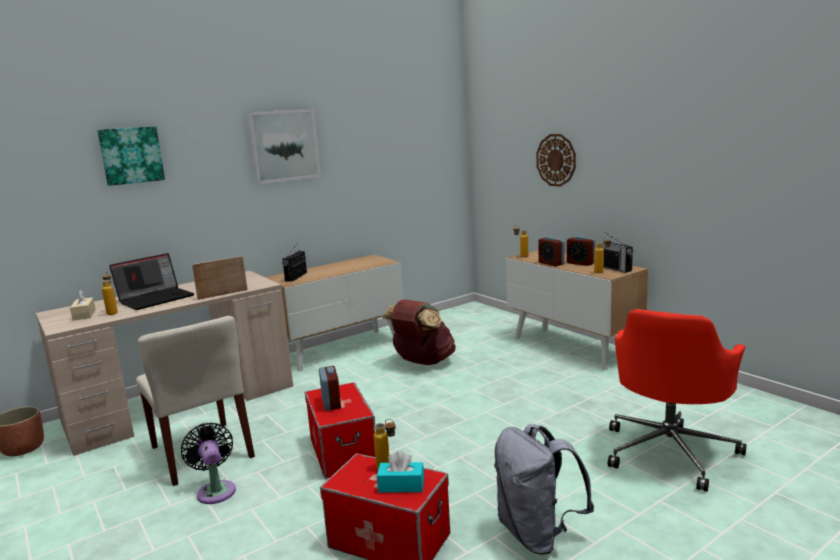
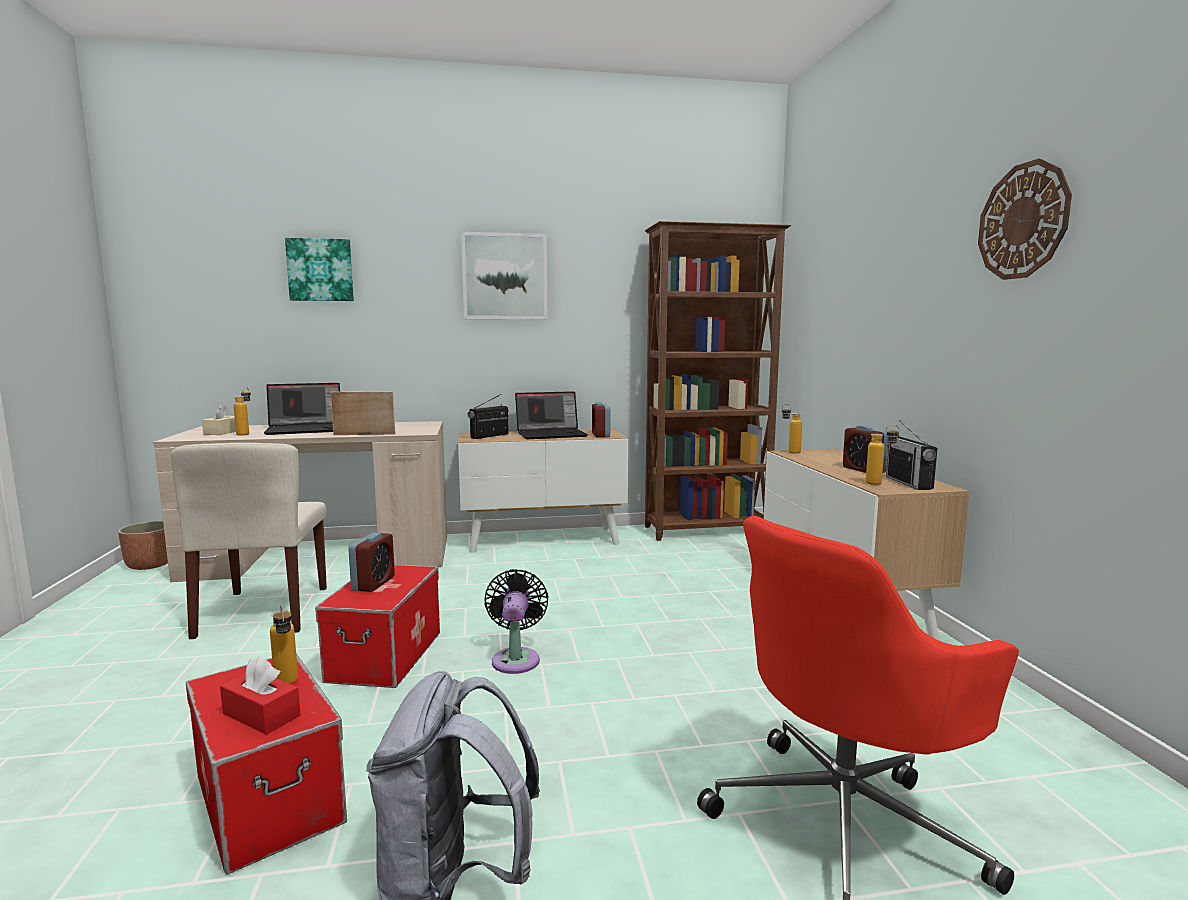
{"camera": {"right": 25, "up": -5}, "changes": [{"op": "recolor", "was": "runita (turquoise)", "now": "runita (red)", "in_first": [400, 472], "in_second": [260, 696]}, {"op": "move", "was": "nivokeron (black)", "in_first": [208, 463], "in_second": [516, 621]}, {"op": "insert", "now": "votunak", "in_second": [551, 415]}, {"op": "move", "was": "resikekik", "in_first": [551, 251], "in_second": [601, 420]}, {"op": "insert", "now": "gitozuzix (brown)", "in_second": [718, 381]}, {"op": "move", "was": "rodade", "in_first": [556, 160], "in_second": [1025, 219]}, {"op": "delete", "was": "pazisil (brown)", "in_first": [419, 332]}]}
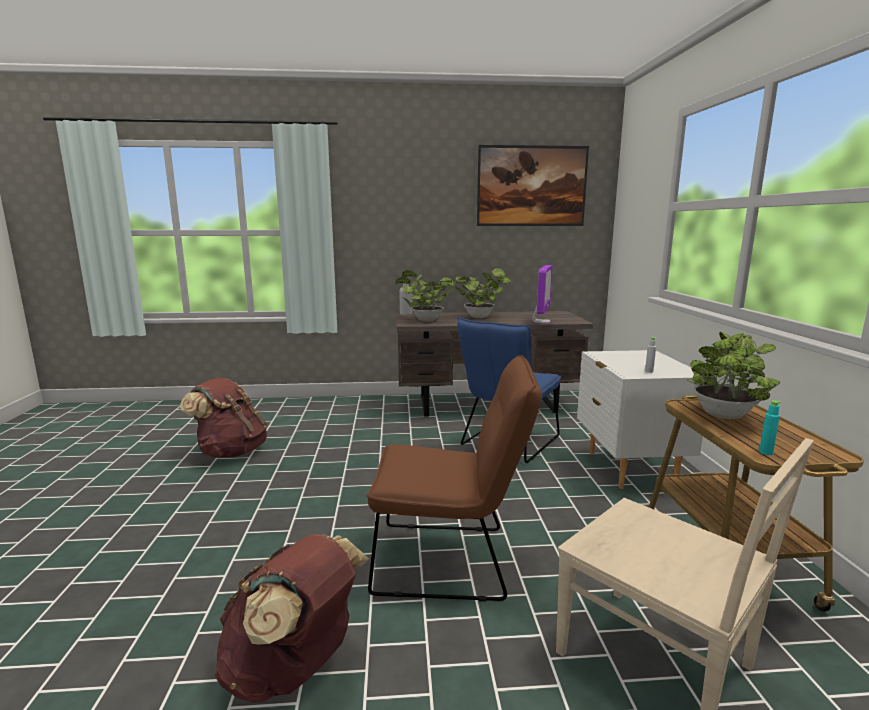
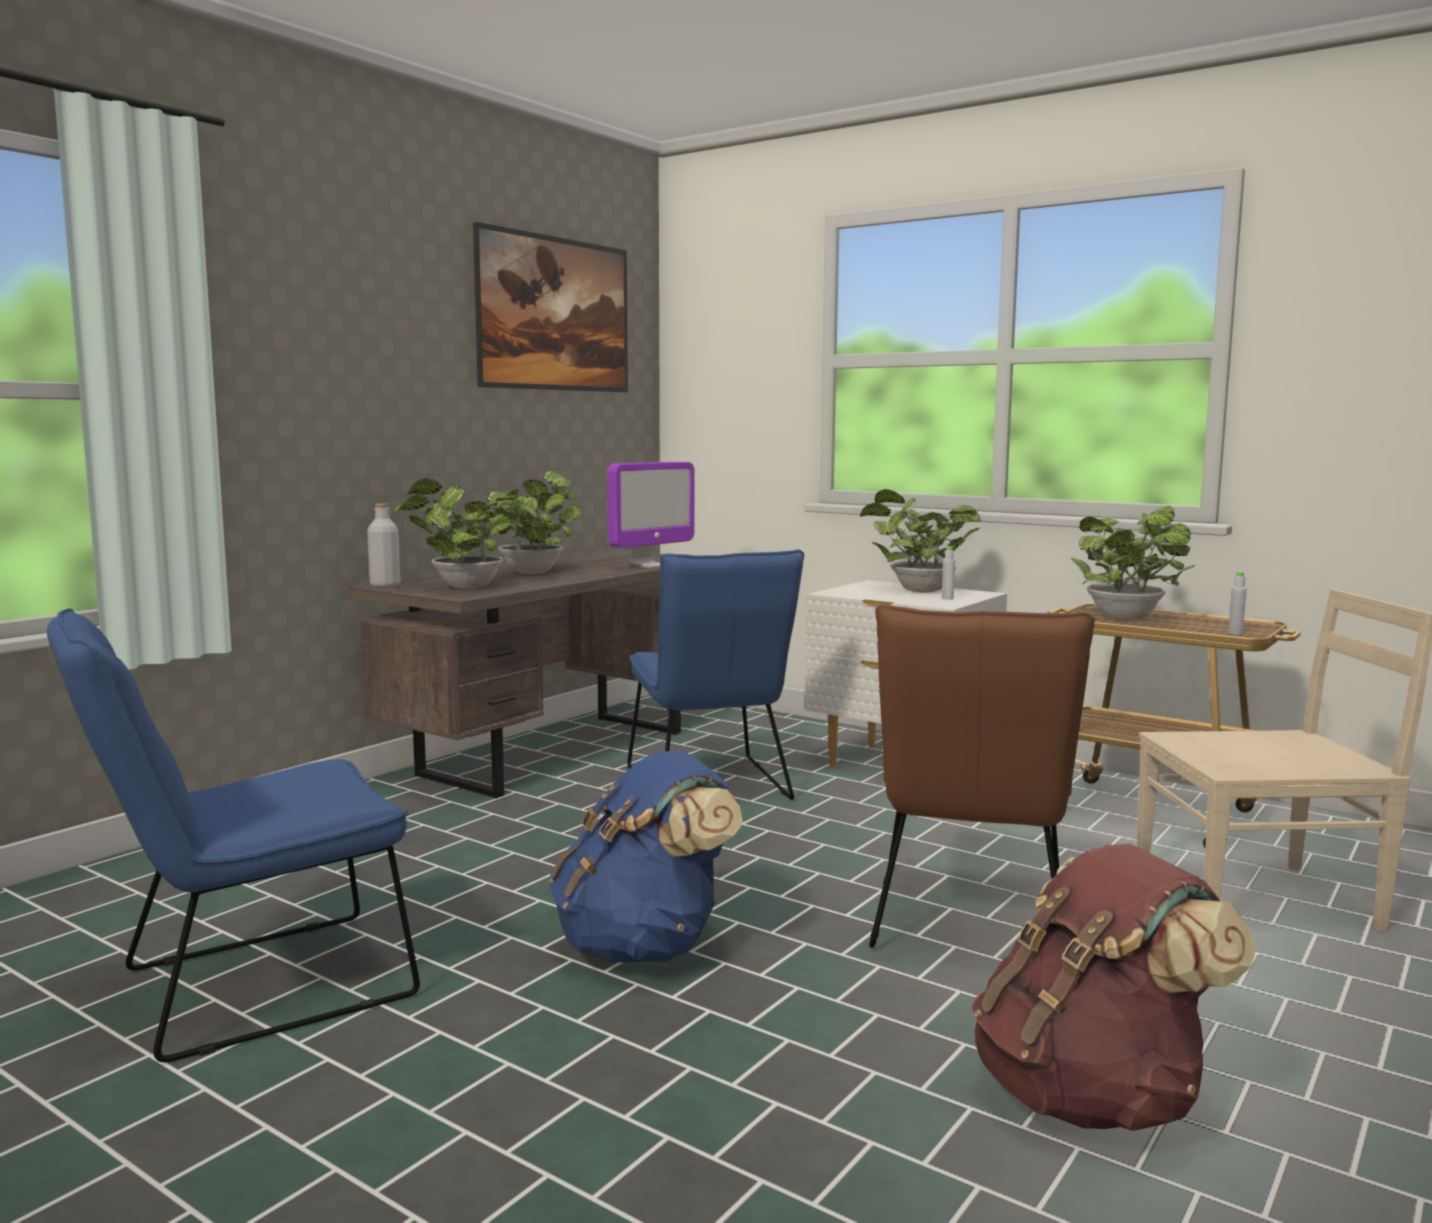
{"camera": {"right": -50, "up": -5}, "changes": [{"op": "replace", "was": "pazisil (brown)", "now": "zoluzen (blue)", "in_first": [223, 418], "in_second": [233, 835]}, {"op": "insert", "now": "pazisil (blue)", "in_second": [646, 857]}, {"op": "rotate", "was": "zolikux", "in_first": [542, 294], "in_second": [651, 515], "clockwise": 75}, {"op": "insert", "now": "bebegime", "in_second": [920, 540]}, {"op": "rotate", "was": "zoluzen (brown)", "in_first": [454, 478], "in_second": [982, 776], "clockwise": 150}, {"op": "recolor", "was": "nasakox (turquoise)", "now": "nasakox (grey)", "in_first": [770, 427], "in_second": [1237, 603]}]}
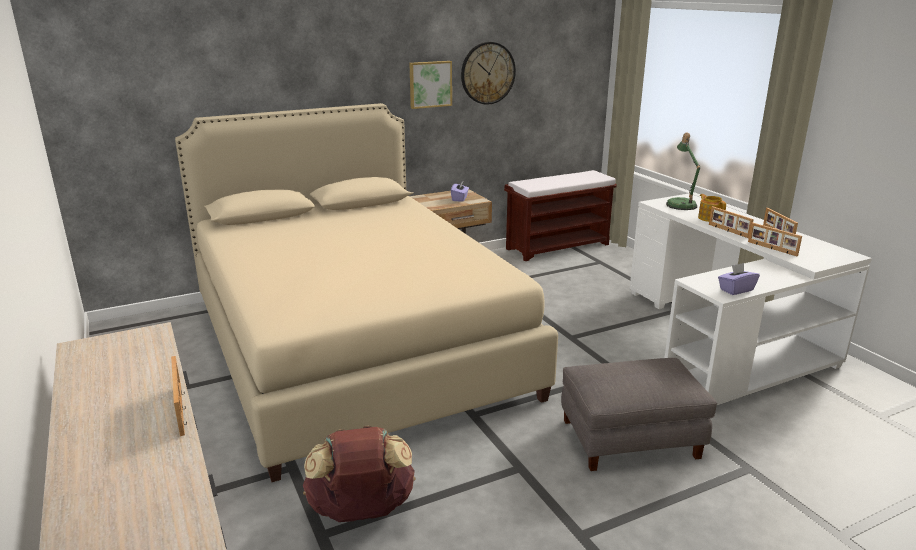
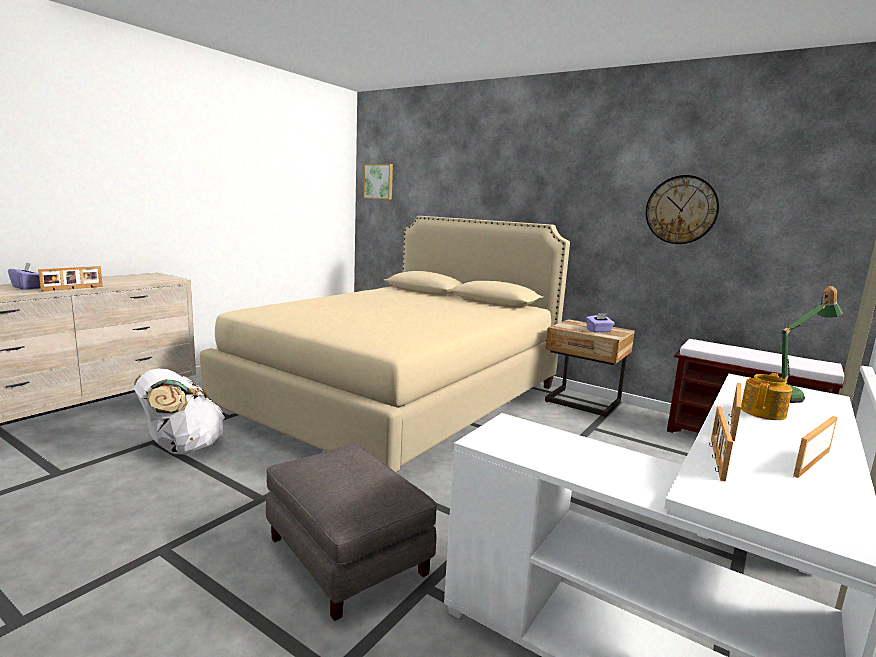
{"camera": {"right": 60, "up": -10}, "changes": [{"op": "move", "was": "runita (purple)", "in_first": [739, 279], "in_second": [24, 276]}, {"op": "recolor", "was": "pazisil (brown)", "now": "pazisil (white)", "in_first": [359, 473], "in_second": [179, 411]}, {"op": "move", "was": "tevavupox", "in_first": [430, 85], "in_second": [378, 182]}]}
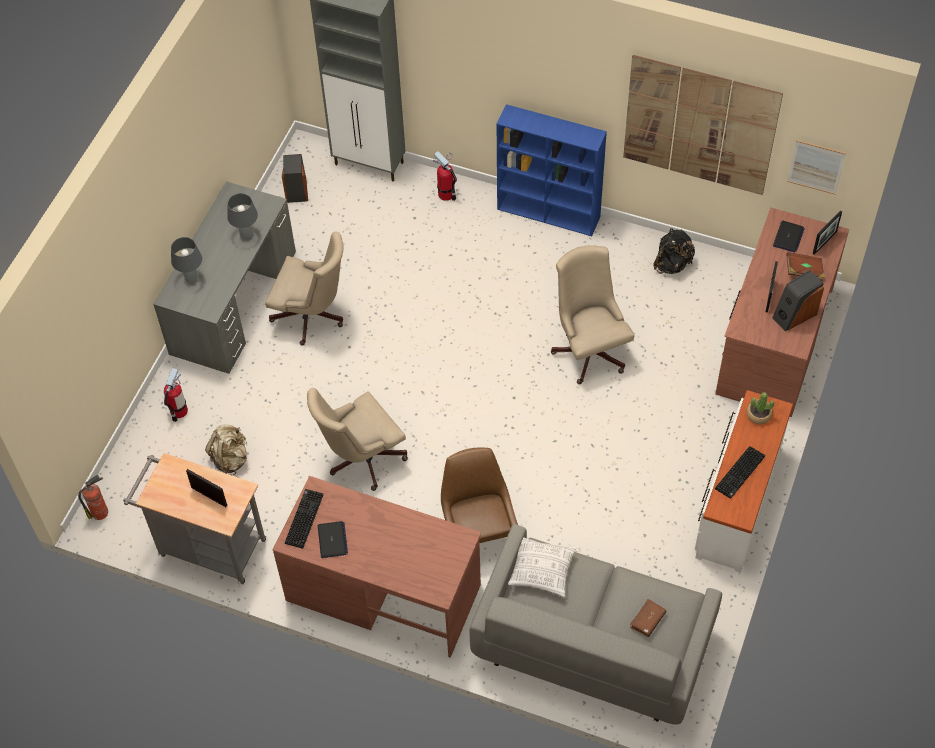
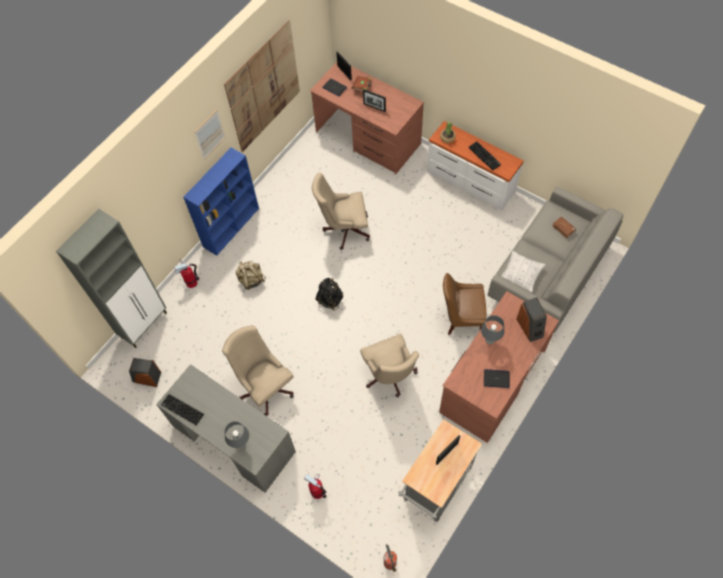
{"camera": {"right": -75, "up": 5}, "changes": [{"op": "move", "was": "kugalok", "in_first": [304, 519], "in_second": [182, 409]}, {"op": "move", "was": "tevavupox", "in_first": [816, 167], "in_second": [210, 134]}, {"op": "rotate", "was": "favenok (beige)", "in_first": [304, 289], "in_second": [258, 370], "clockwise": -75}, {"op": "move", "was": "pazisil (beige)", "in_first": [226, 450], "in_second": [251, 275]}, {"op": "move", "was": "pazisil (black)", "in_first": [674, 251], "in_second": [329, 294]}, {"op": "move", "was": "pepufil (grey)", "in_first": [242, 216], "in_second": [492, 329]}, {"op": "move", "was": "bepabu", "in_first": [798, 301], "in_second": [531, 319]}]}
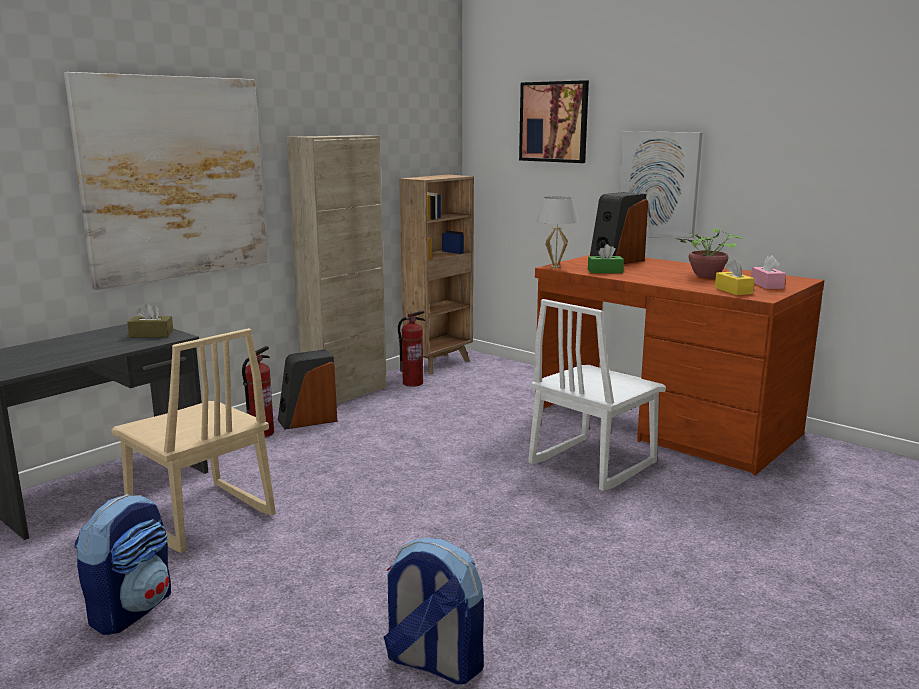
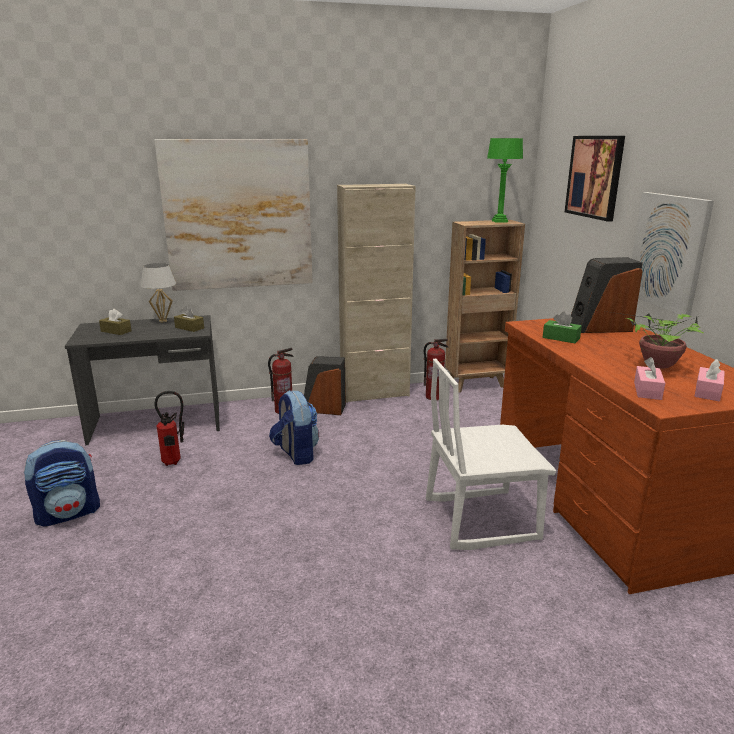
{"camera": {"right": 35, "up": 5}, "changes": [{"op": "insert", "now": "runita (brown)", "in_second": [115, 322]}, {"op": "move", "was": "pepufil (white)", "in_first": [557, 232], "in_second": [158, 292]}, {"op": "replace", "was": "zoluzen (beige)", "now": "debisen", "in_first": [194, 440], "in_second": [169, 428]}, {"op": "move", "was": "pazisil", "in_first": [434, 611], "in_second": [294, 427]}, {"op": "insert", "now": "pepufil (green)", "in_second": [505, 180]}, {"op": "recolor", "was": "runita (yellow)", "now": "runita (pink)", "in_first": [735, 277], "in_second": [649, 378]}]}
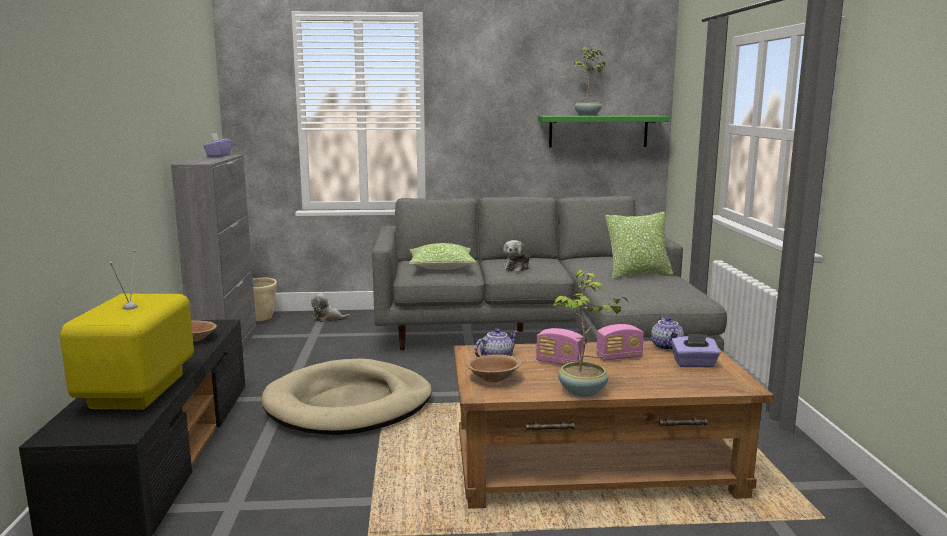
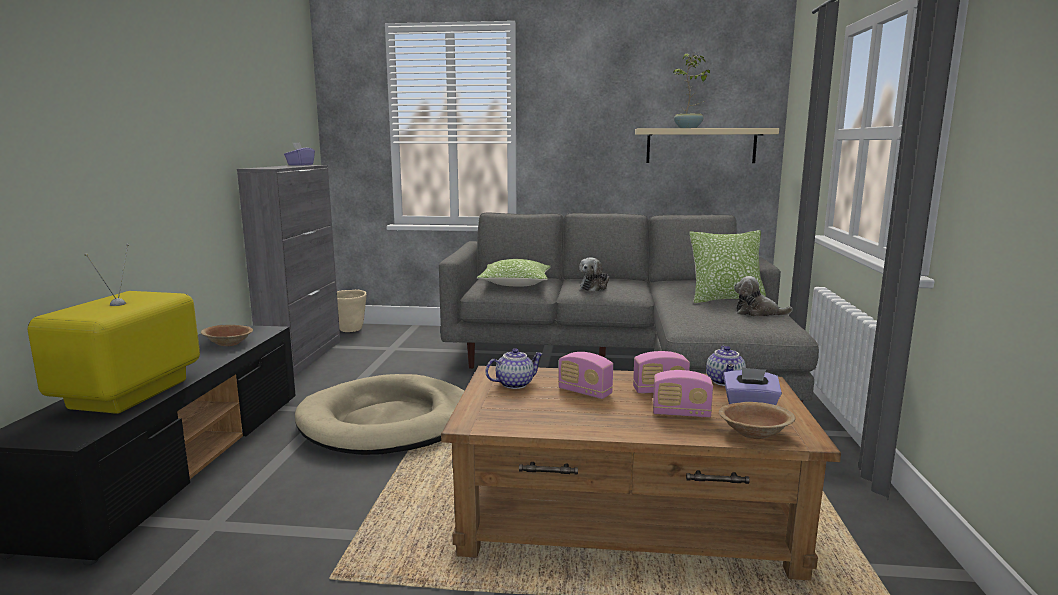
{"camera": {"right": 10, "up": 0}, "changes": [{"op": "recolor", "was": "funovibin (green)", "now": "funovibin (beige)", "in_first": [603, 131], "in_second": [707, 145]}, {"op": "insert", "now": "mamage", "in_second": [683, 394]}, {"op": "move", "was": "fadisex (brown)", "in_first": [494, 368], "in_second": [757, 420]}, {"op": "move", "was": "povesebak", "in_first": [330, 307], "in_second": [763, 296]}, {"op": "delete", "was": "bebegime", "in_first": [590, 333]}]}
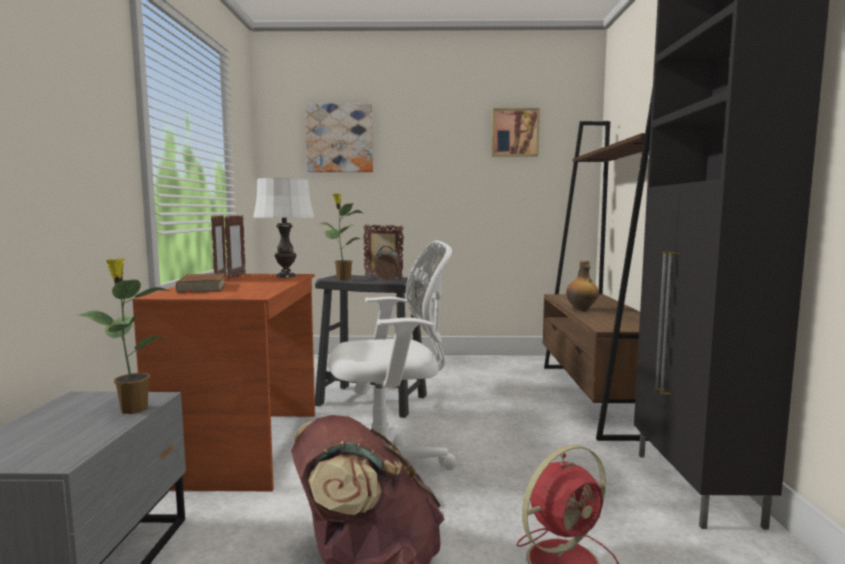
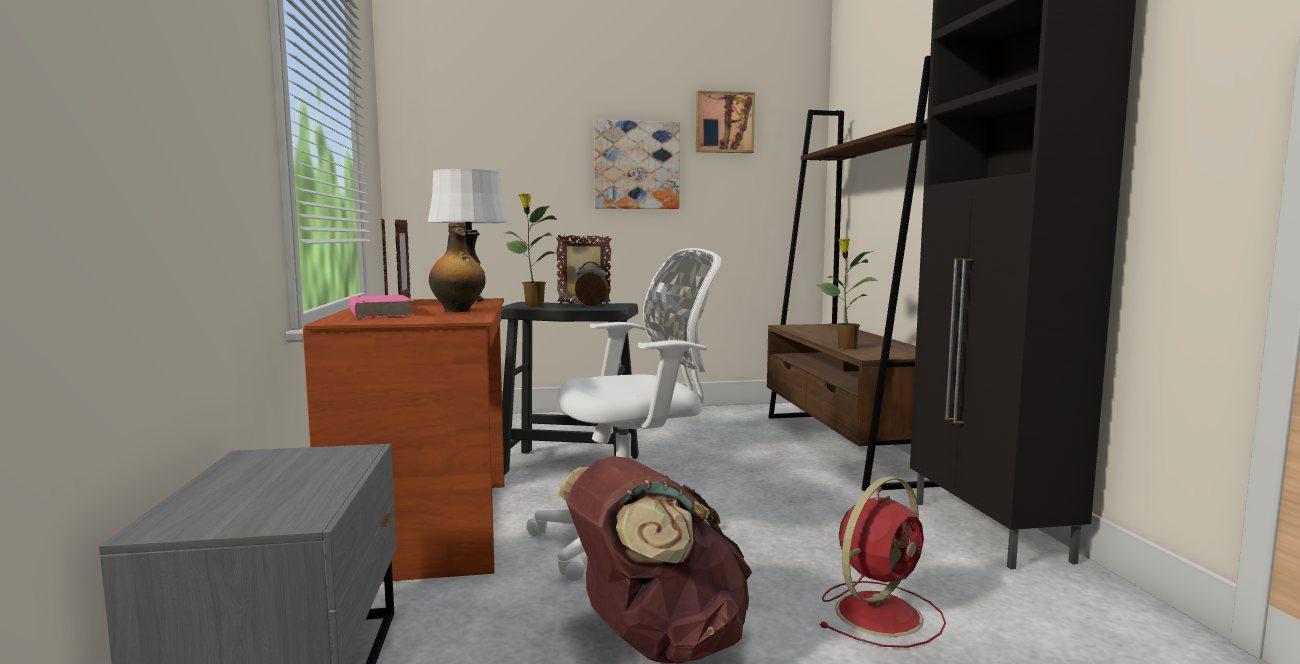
{"camera": {"right": -10, "up": 0}, "changes": [{"op": "recolor", "was": "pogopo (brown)", "now": "pogopo (pink)", "in_first": [201, 283], "in_second": [381, 307]}, {"op": "move", "was": "nasakox", "in_first": [582, 286], "in_second": [457, 267]}, {"op": "move", "was": "tevavupox", "in_first": [339, 137], "in_second": [637, 164]}, {"op": "move", "was": "bebegime", "in_first": [124, 336], "in_second": [847, 293]}]}
